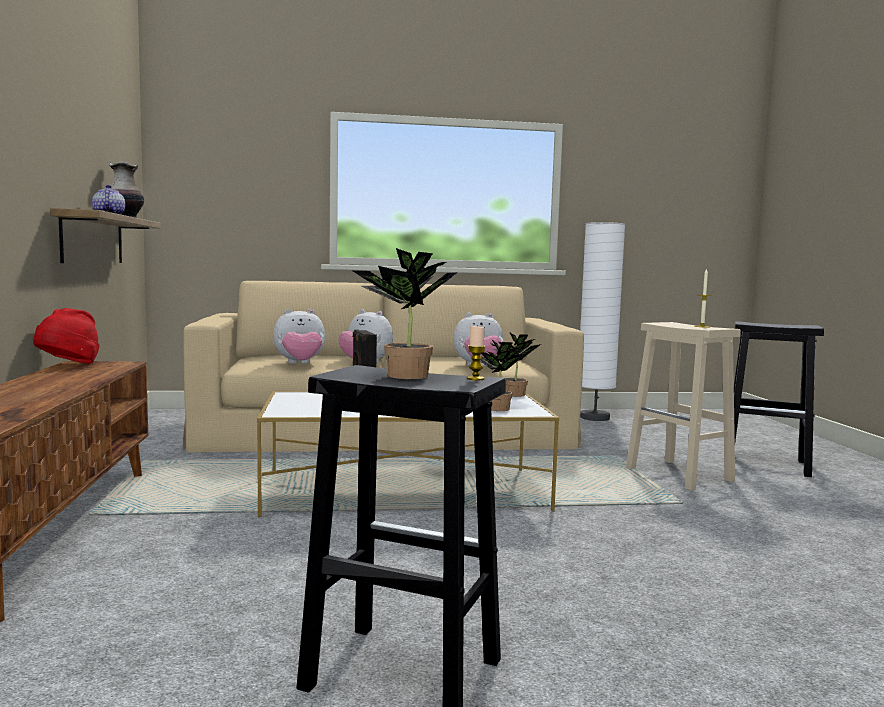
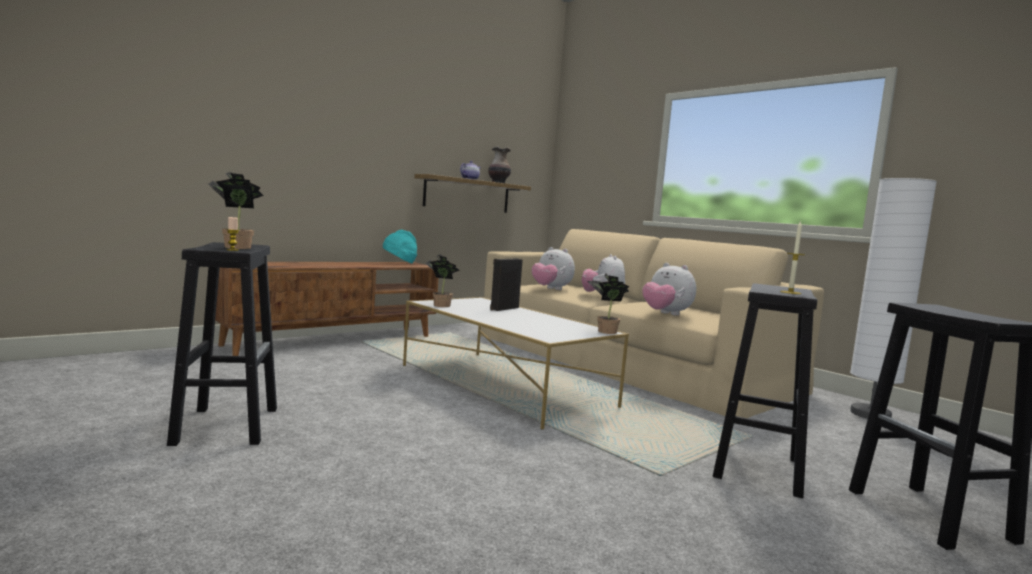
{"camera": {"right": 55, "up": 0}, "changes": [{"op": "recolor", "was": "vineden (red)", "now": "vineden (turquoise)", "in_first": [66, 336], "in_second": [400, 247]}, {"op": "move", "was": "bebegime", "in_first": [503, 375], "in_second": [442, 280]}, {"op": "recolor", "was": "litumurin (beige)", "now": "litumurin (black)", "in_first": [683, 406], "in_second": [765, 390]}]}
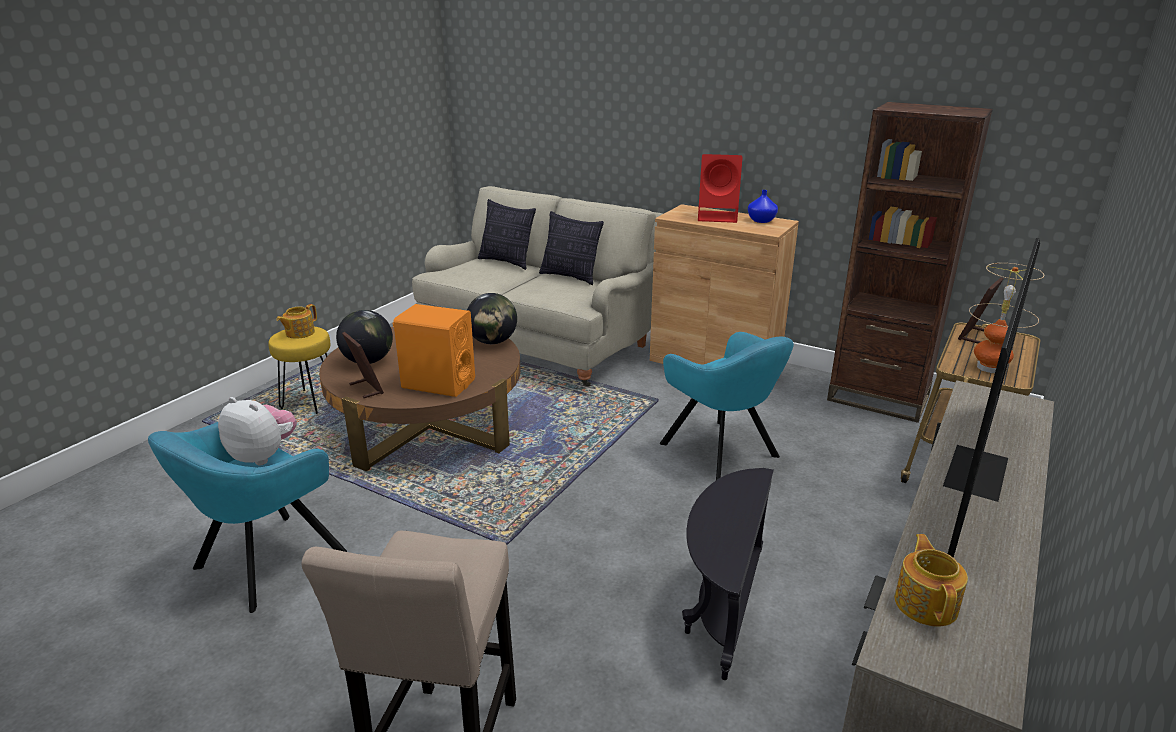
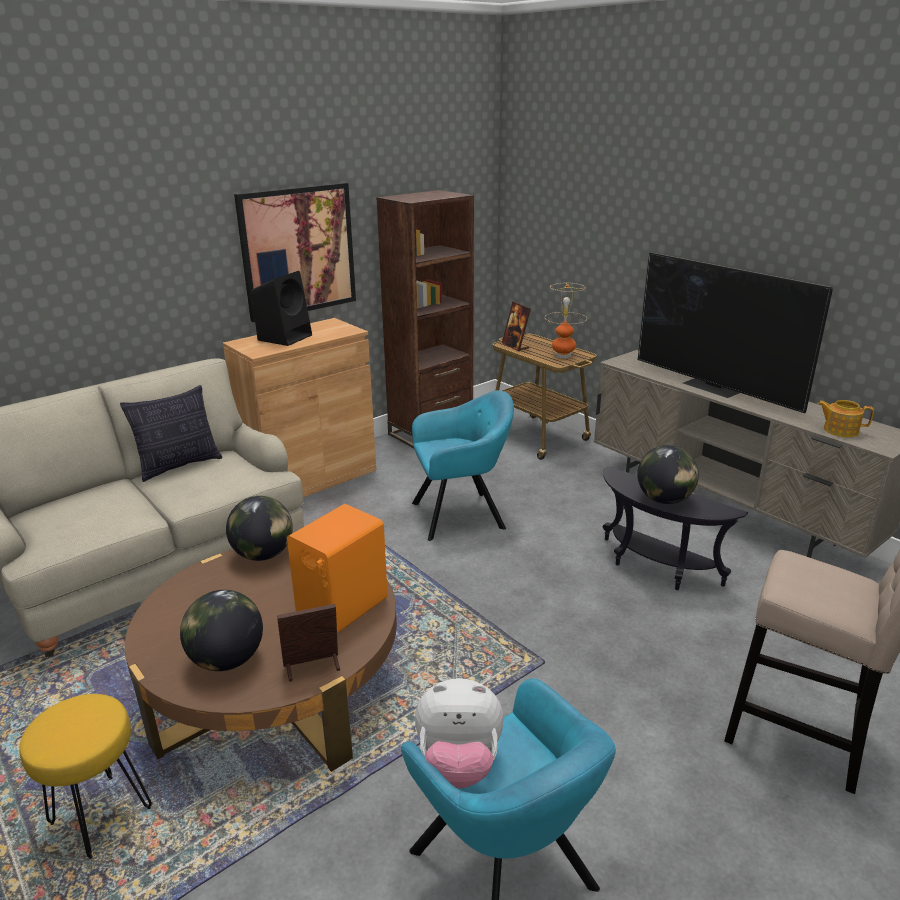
{"camera": {"right": -70, "up": 0}, "changes": [{"op": "insert", "now": "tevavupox", "in_second": [295, 252]}, {"op": "recolor", "was": "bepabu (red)", "now": "bepabu (black)", "in_first": [720, 188], "in_second": [281, 308]}, {"op": "rotate", "was": "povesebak", "in_first": [257, 431], "in_second": [459, 733], "clockwise": -135}, {"op": "insert", "now": "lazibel", "in_second": [668, 474]}, {"op": "delete", "was": "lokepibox", "in_first": [296, 321]}, {"op": "delete", "was": "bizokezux", "in_first": [507, 234]}, {"op": "delete", "was": "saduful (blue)", "in_first": [763, 206]}]}
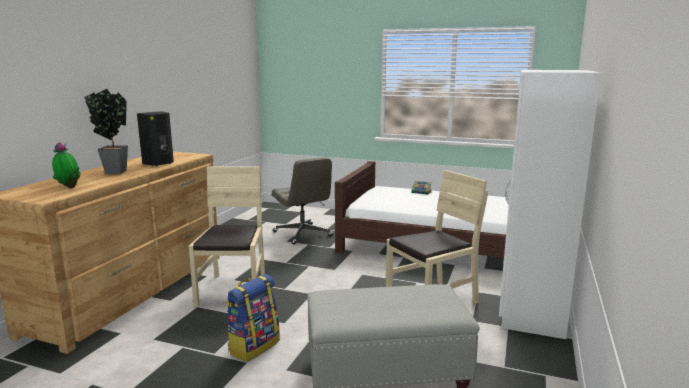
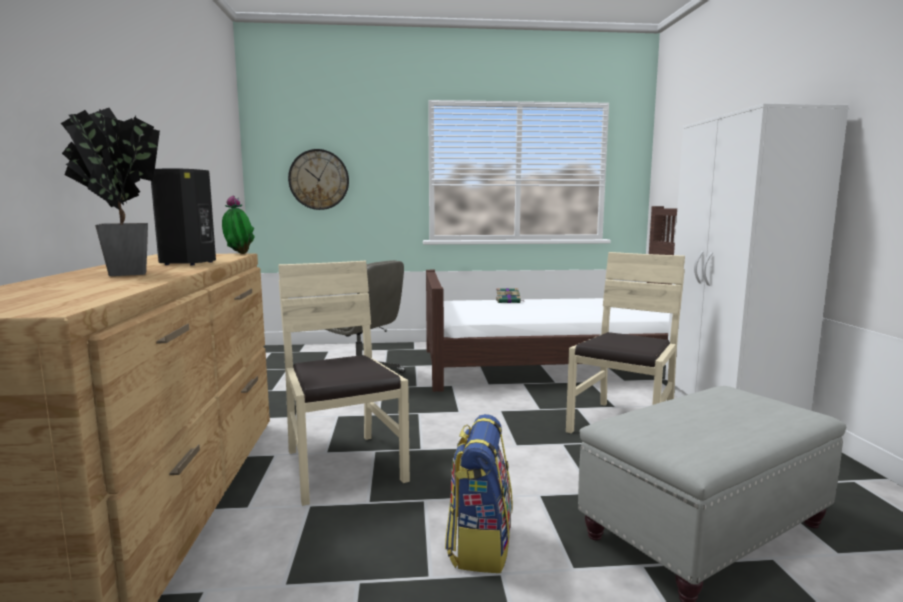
{"camera": {"right": -25, "up": -5}, "changes": [{"op": "move", "was": "bebegime", "in_first": [66, 165], "in_second": [238, 224]}, {"op": "insert", "now": "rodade", "in_second": [318, 179]}]}
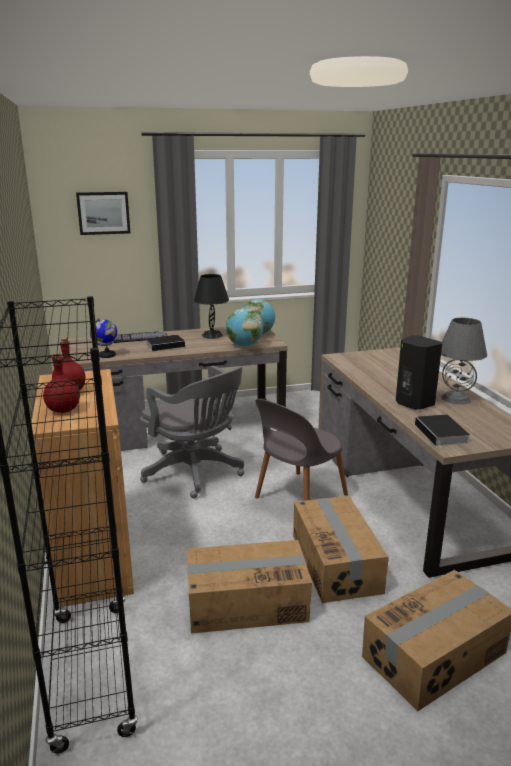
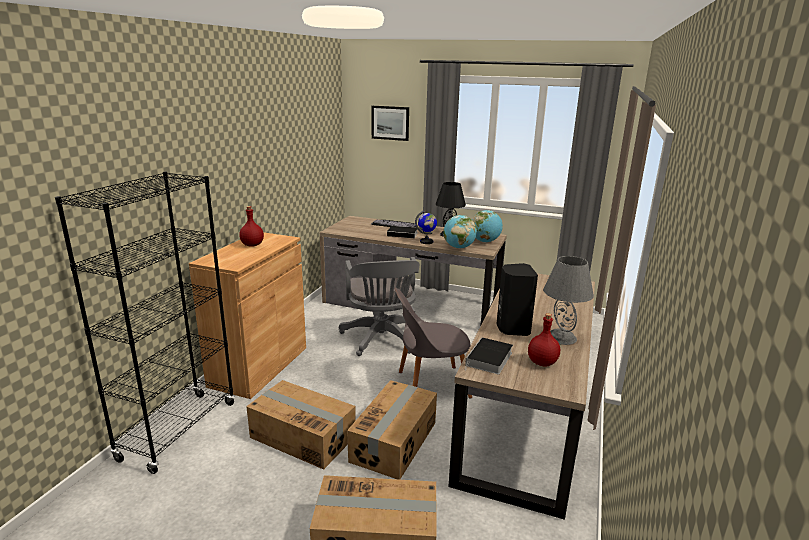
{"camera": {"right": 35, "up": 0}, "changes": [{"op": "move", "was": "lazibel", "in_first": [103, 338], "in_second": [426, 227]}, {"op": "move", "was": "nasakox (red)", "in_first": [61, 382], "in_second": [544, 340]}]}
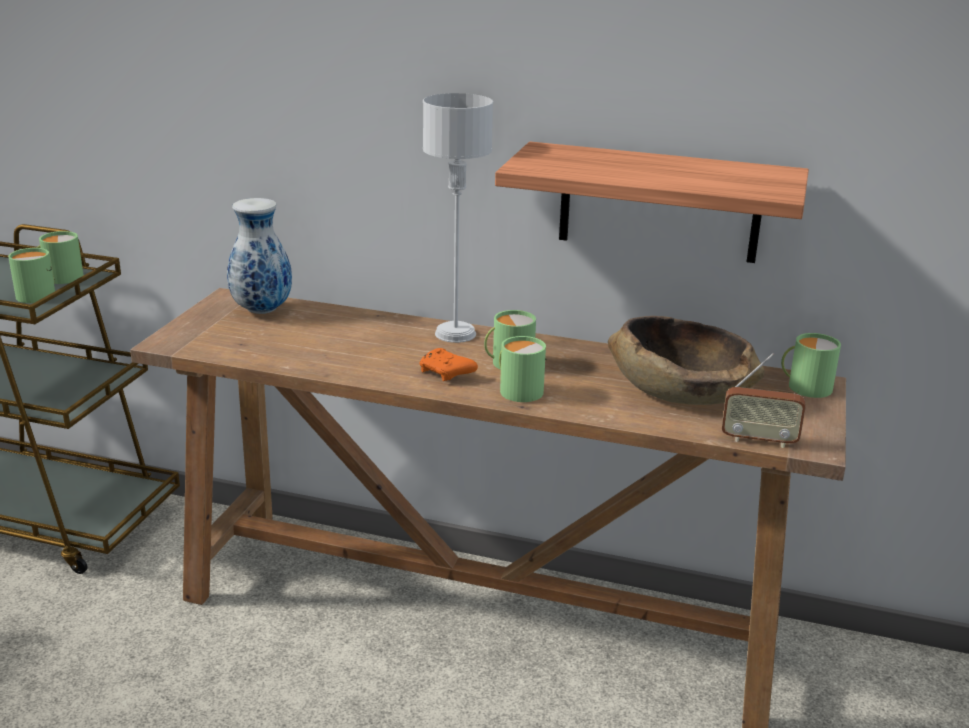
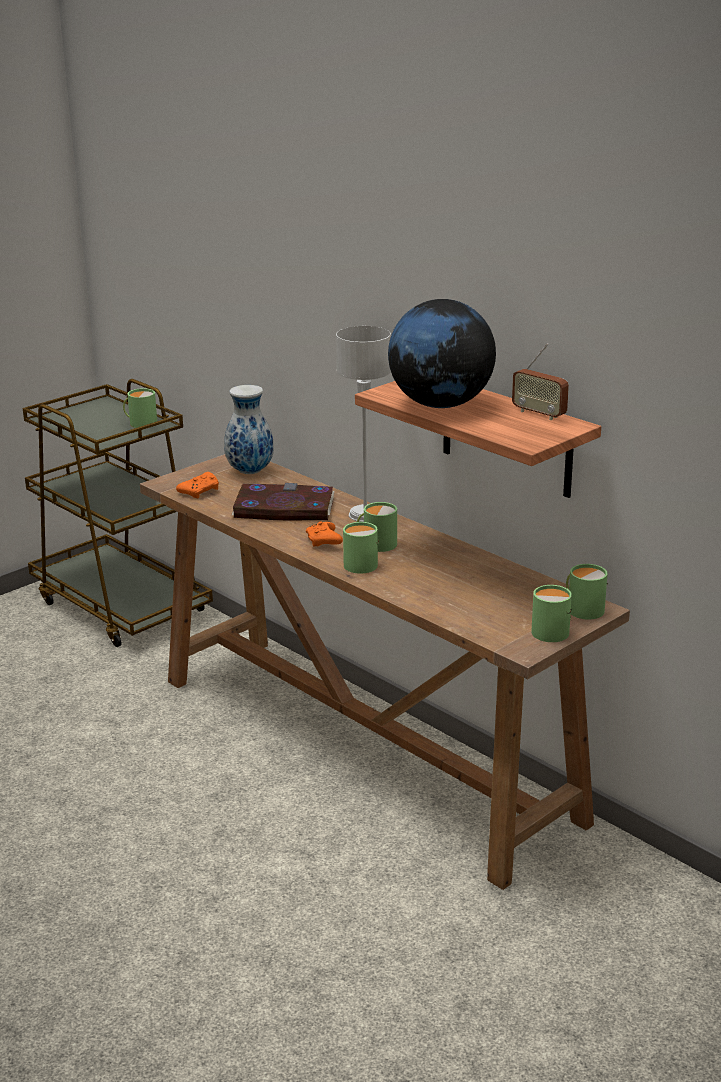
{"camera": {"right": 30, "up": 0}, "changes": [{"op": "insert", "now": "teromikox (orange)", "in_second": [197, 485]}, {"op": "insert", "now": "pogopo", "in_second": [283, 501]}, {"op": "insert", "now": "lazibel", "in_second": [442, 353]}, {"op": "move", "was": "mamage", "in_first": [763, 400], "in_second": [540, 381]}, {"op": "move", "was": "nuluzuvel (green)", "in_first": [31, 275], "in_second": [551, 613]}, {"op": "delete", "was": "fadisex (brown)", "in_first": [686, 360]}]}
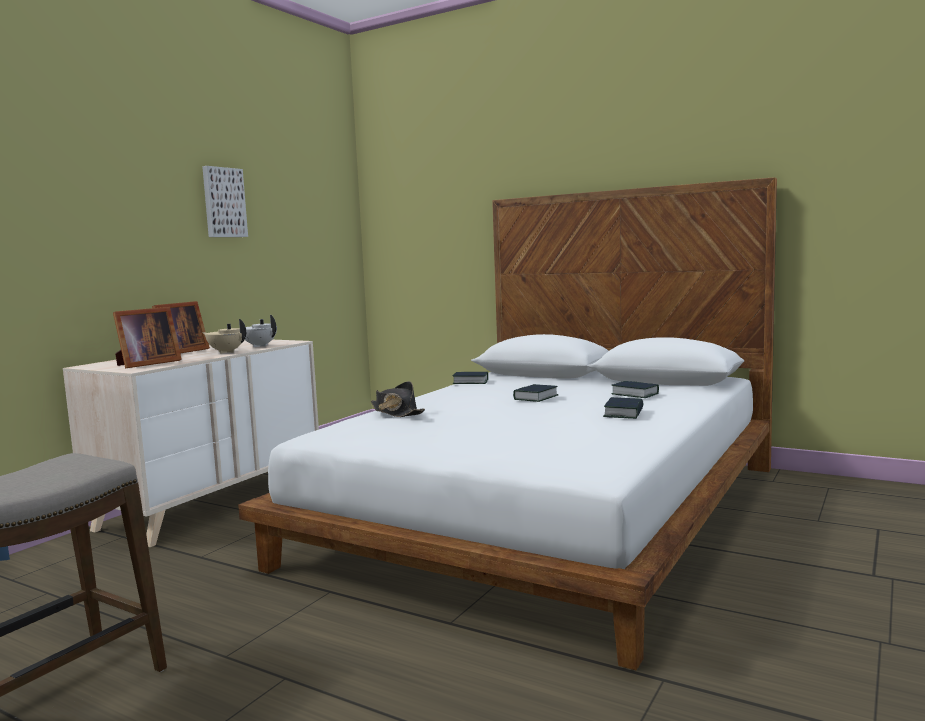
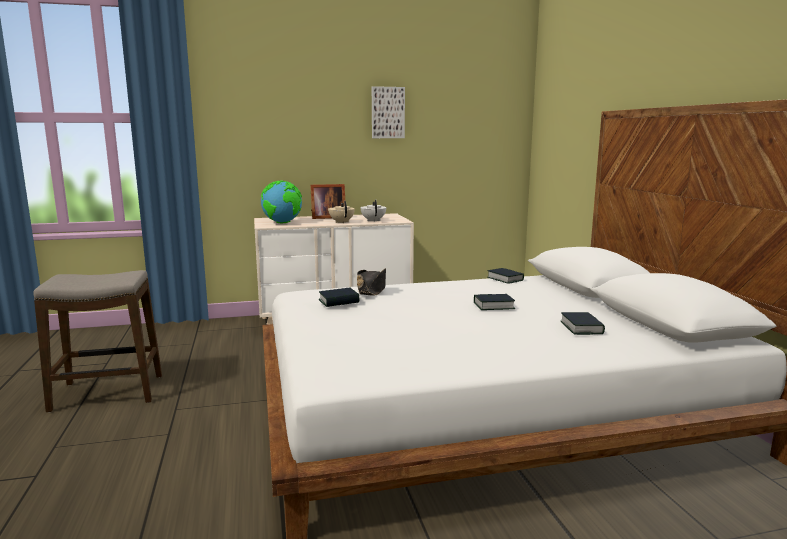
{"camera": {"right": 45, "up": 5}, "changes": [{"op": "replace", "was": "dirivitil", "now": "lazibel", "in_first": [147, 337], "in_second": [281, 202]}, {"op": "move", "was": "pogopo", "in_first": [623, 408], "in_second": [338, 297]}]}
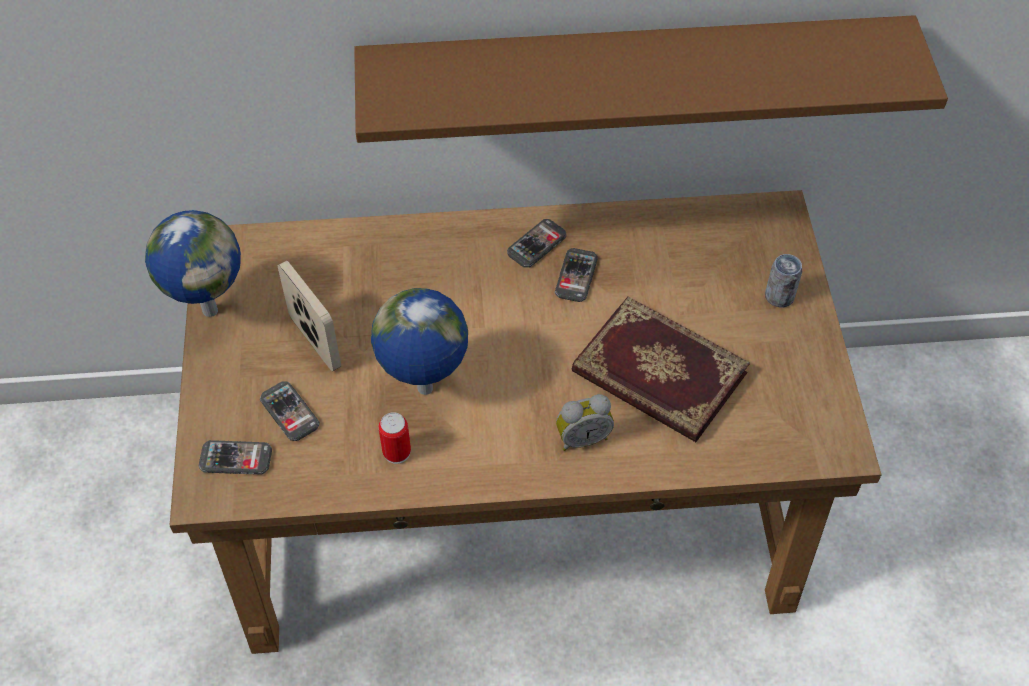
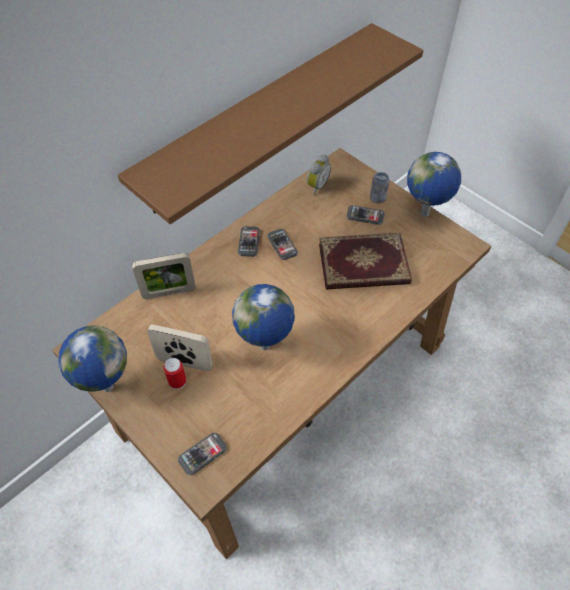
{"camera": {"right": -40, "up": 0}, "changes": [{"op": "insert", "now": "dirivitil", "in_second": [164, 276]}, {"op": "move", "was": "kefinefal", "in_first": [395, 438], "in_second": [175, 373]}, {"op": "move", "was": "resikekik", "in_first": [585, 422], "in_second": [319, 174]}, {"op": "move", "was": "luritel", "in_first": [290, 411], "in_second": [366, 215]}, {"op": "insert", "now": "lazibel", "in_second": [434, 184]}]}
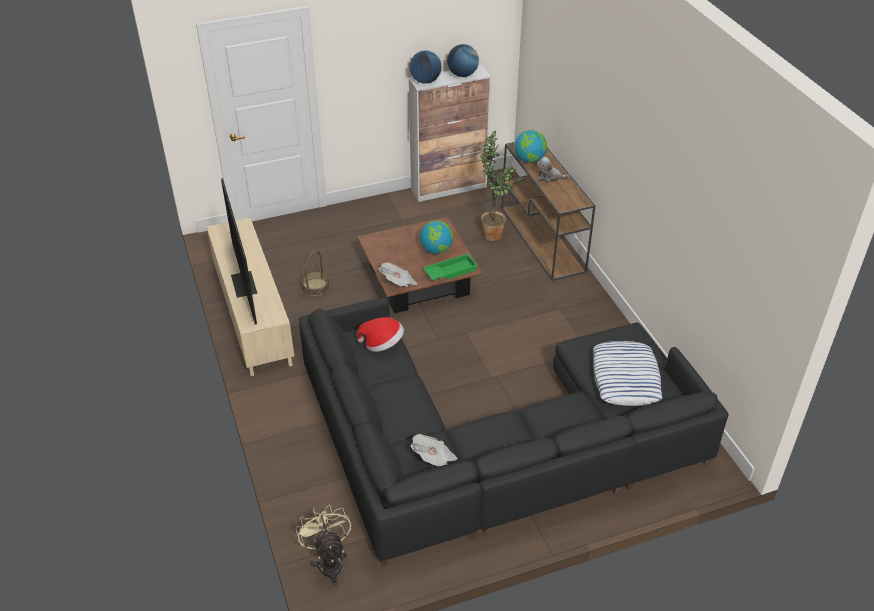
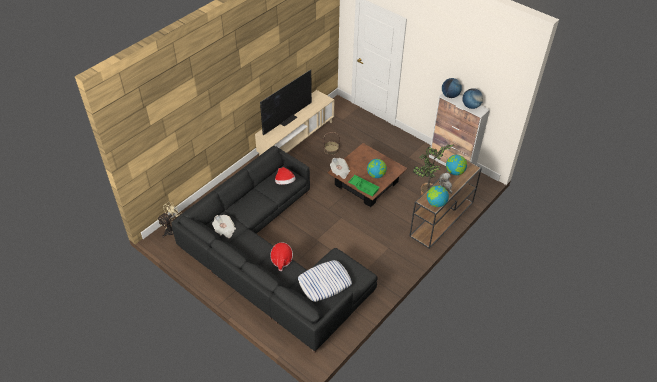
{"camera": {"right": 60, "up": 5}, "changes": [{"op": "insert", "now": "vineden", "in_second": [281, 256]}, {"op": "insert", "now": "lazibel", "in_second": [438, 196]}]}
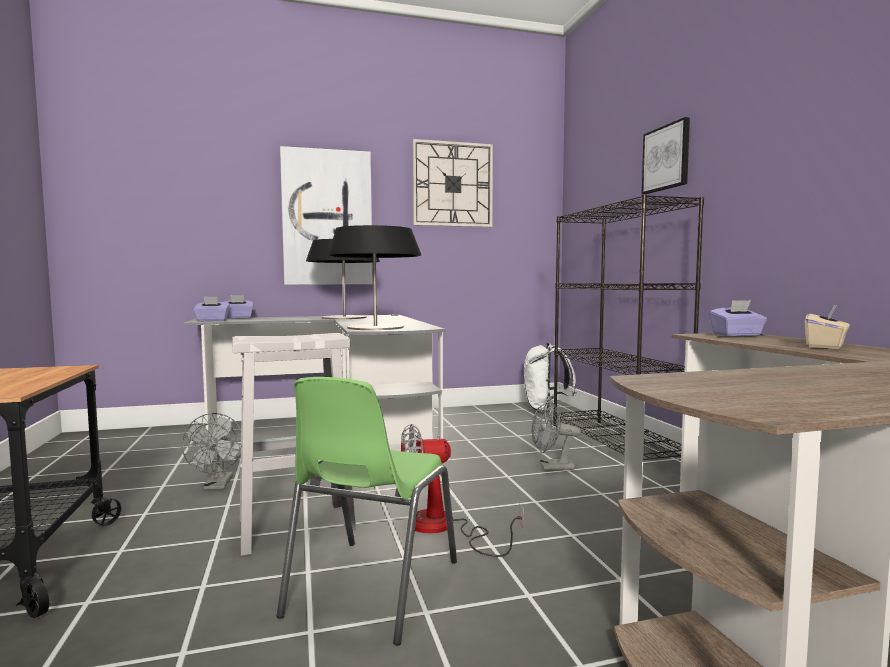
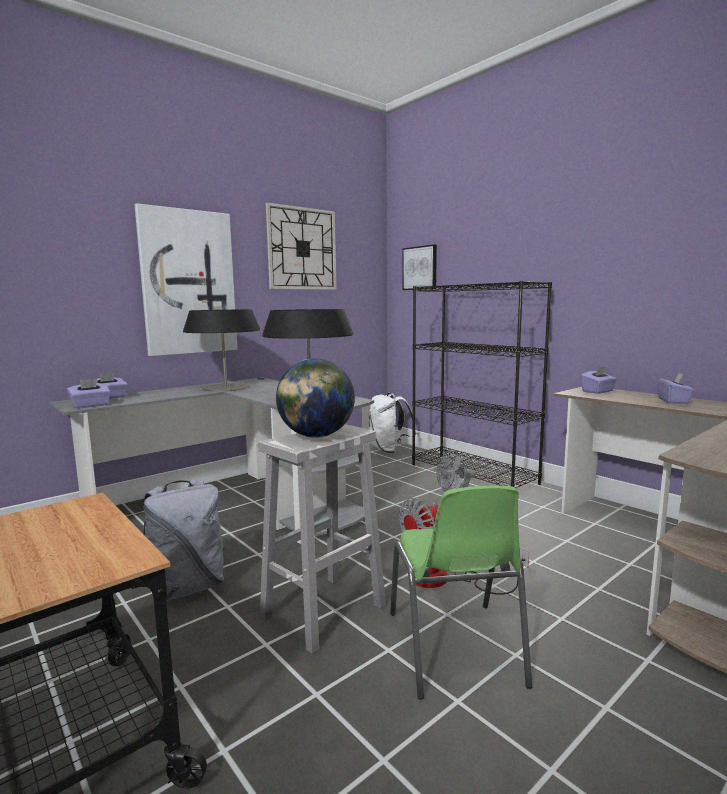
{"camera": {"right": -25, "up": 5}, "changes": [{"op": "replace", "was": "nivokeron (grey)", "now": "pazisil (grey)", "in_first": [211, 451], "in_second": [183, 540]}, {"op": "insert", "now": "lazibel", "in_second": [315, 398]}, {"op": "move", "was": "tevavupox", "in_first": [666, 155], "in_second": [419, 267]}, {"op": "recolor", "was": "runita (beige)", "now": "runita (purple)", "in_first": [827, 327], "in_second": [675, 388]}]}
